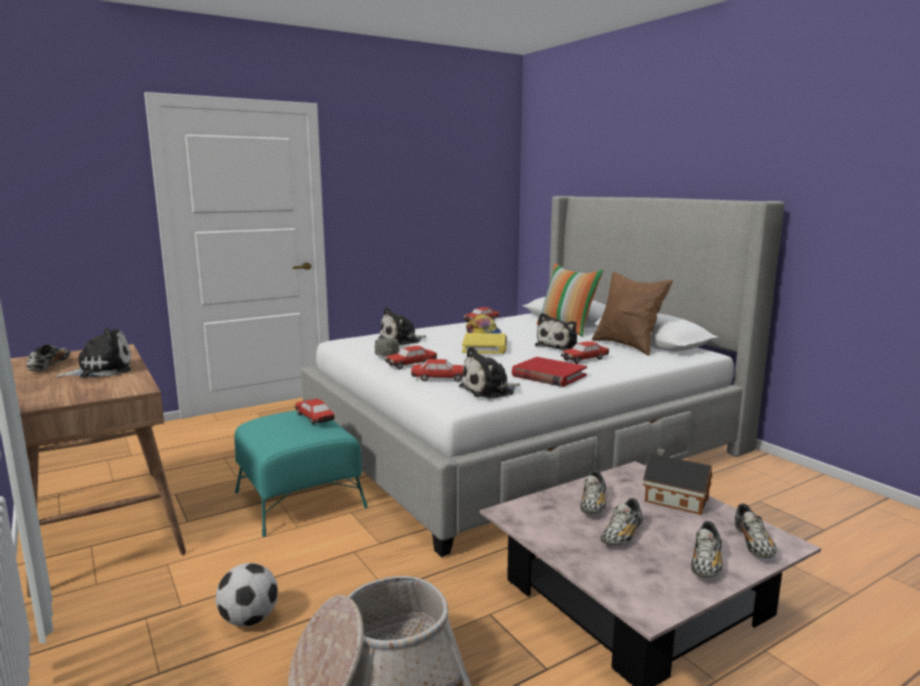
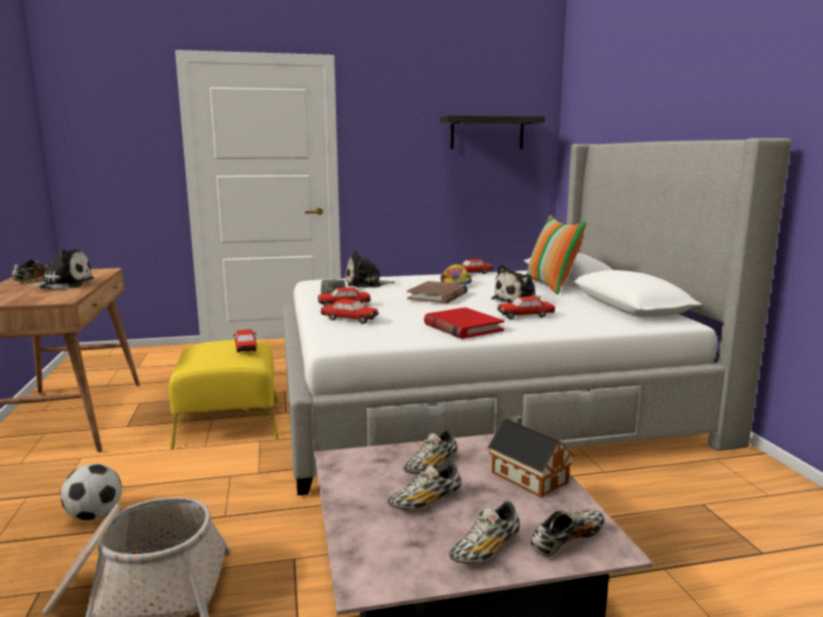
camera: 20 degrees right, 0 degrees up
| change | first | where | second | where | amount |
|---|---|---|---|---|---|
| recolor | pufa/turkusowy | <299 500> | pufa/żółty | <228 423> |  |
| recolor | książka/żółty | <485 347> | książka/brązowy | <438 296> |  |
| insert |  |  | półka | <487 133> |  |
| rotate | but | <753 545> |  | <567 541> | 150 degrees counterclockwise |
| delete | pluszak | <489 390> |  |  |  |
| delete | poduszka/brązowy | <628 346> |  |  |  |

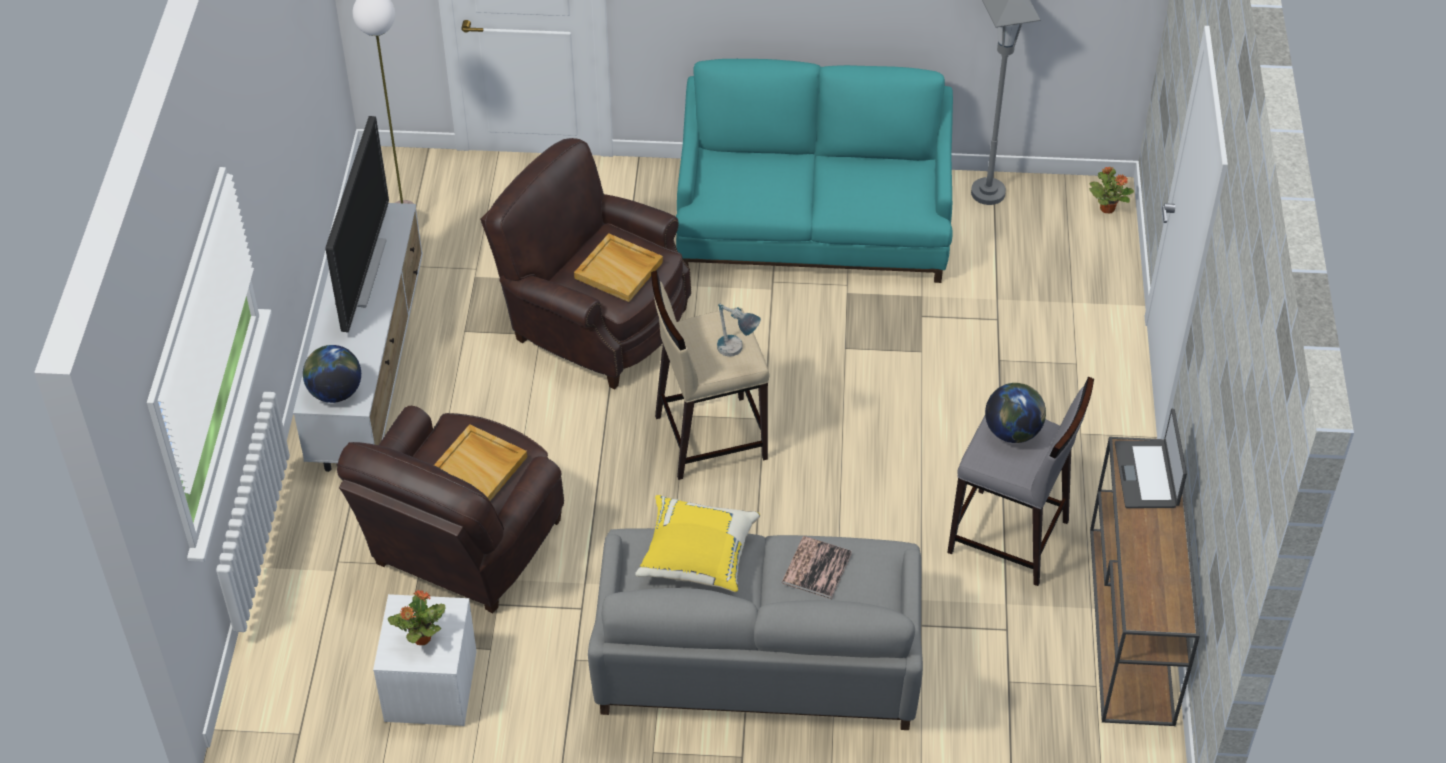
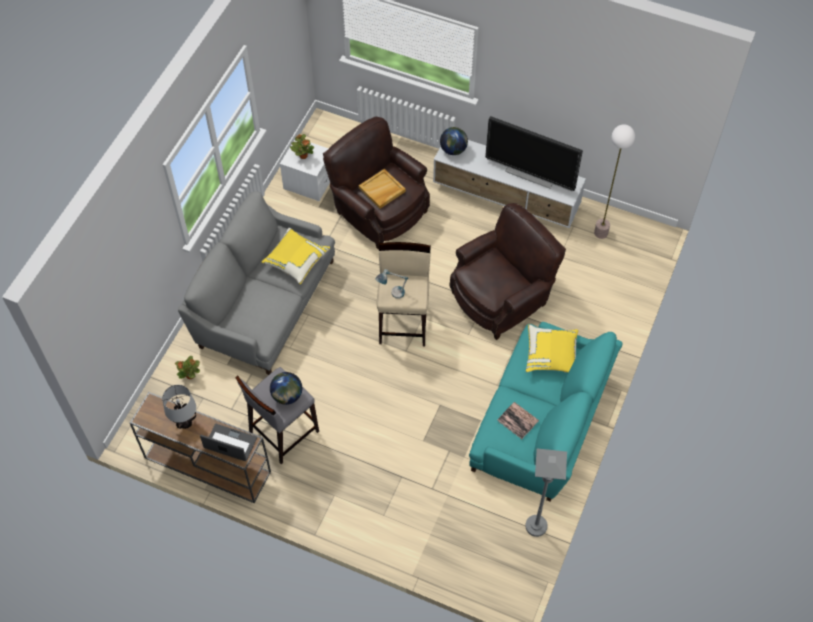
camera: 110 degrees right, 10 degrees up
| change | first | where | second | where | amount |
|---|---|---|---|---|---|
| insert |  |  | lampa stołowa | <185 423> |  |
| move | roślina doniczkowa | <1107 208> |  | <190 375> |  |
| move | książka | <816 568> |  | <518 420> |  |
| insert |  |  | poduszka/żółty | <551 355> |  |
| delete | taca/beżowy | <619 270> |  |  |  |

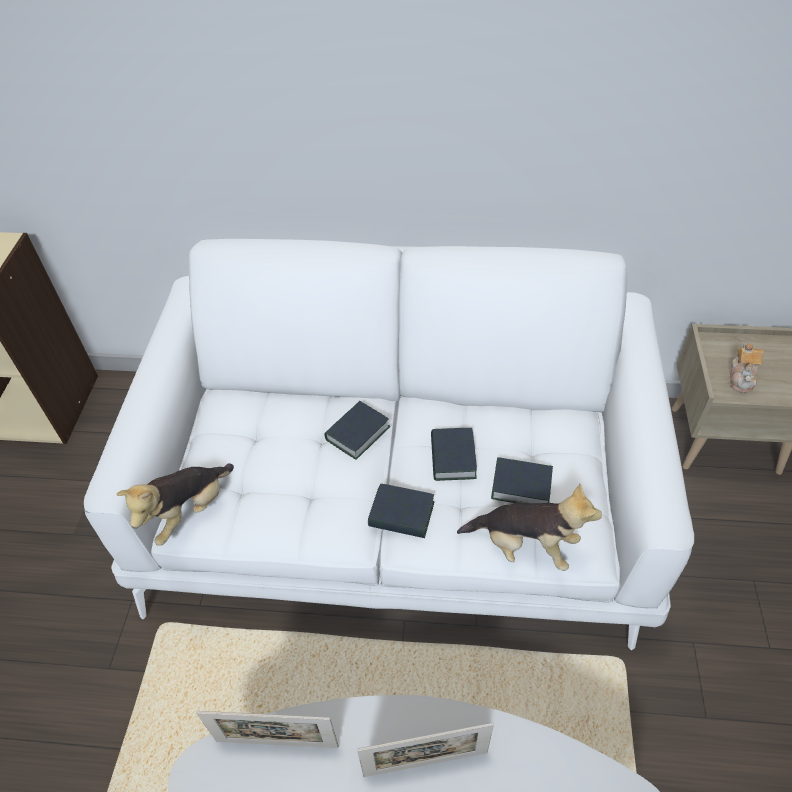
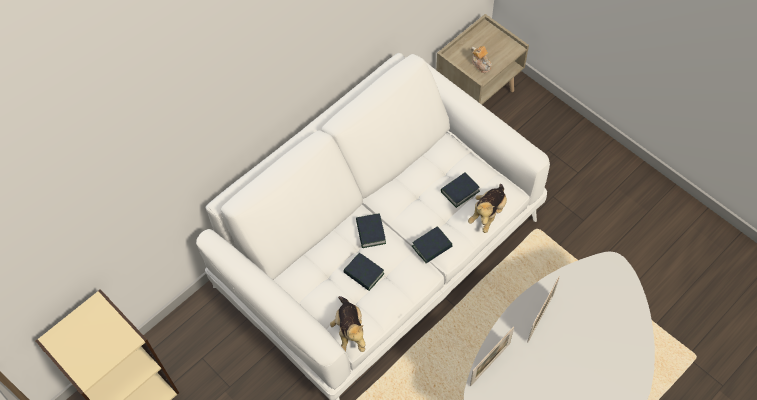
camera: 50 degrees left, 10 degrees up
| change | first | where | second | where | amount |
|---|---|---|---|---|---|
| move | książka | <452 458> |  | <364 274> |  |
| rotate | pluszak | <525 546> |  | <488 213> | 150 degrees clockwise |

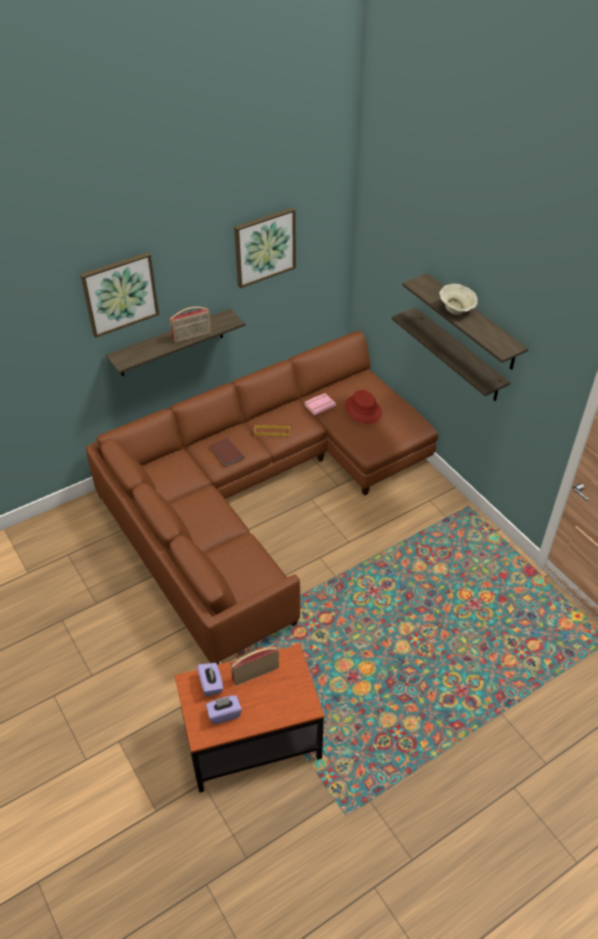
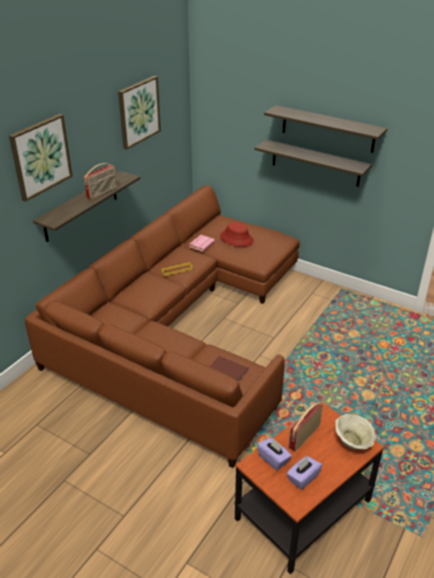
camera: 25 degrees left, 10 degrees down
| change | first | where | second | where | amount |
|---|---|---|---|---|---|
| move | książka/brązowy | <226 453> |  | <228 370> |  |
| move | miska/beżowy | <456 310> |  | <353 442> |  |

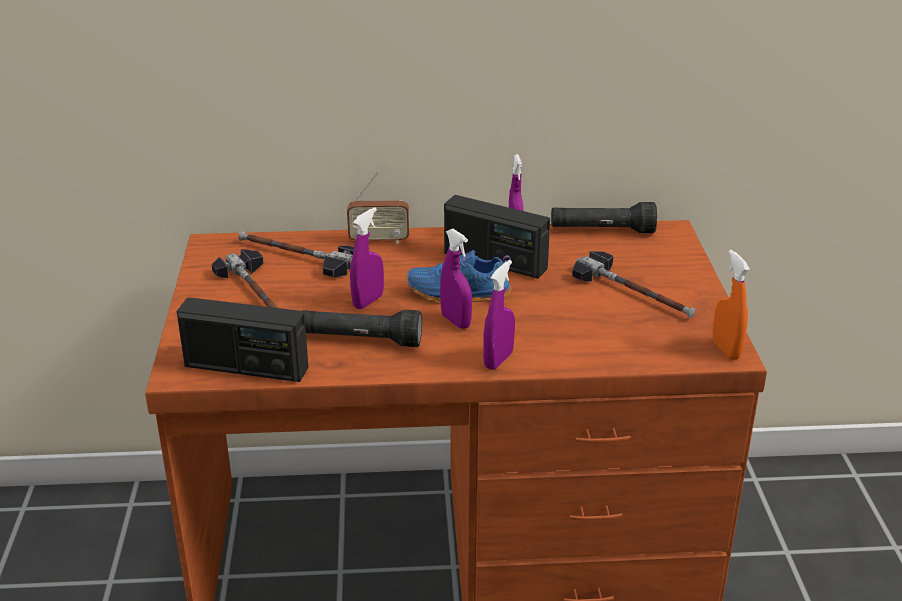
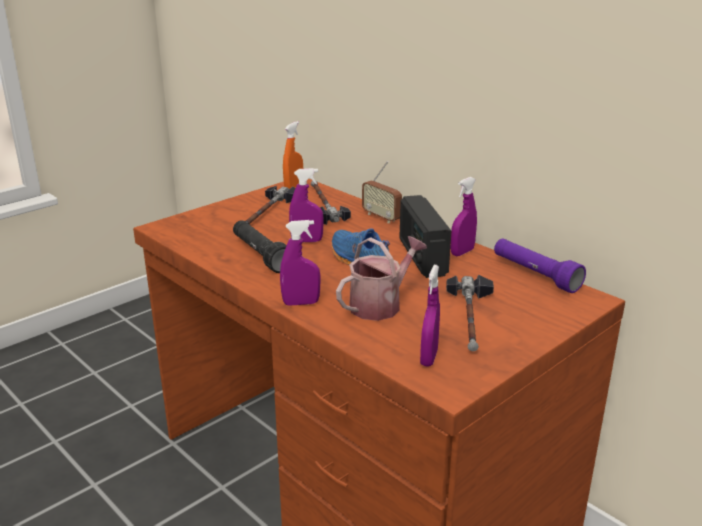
camera: 50 degrees right, 5 degrees down
| change | first | where | second | where | amount |
|---|---|---|---|---|---|
| move | spryskiwacz/pomarańczowy | <726 350> |  | <293 186> |  |
| insert |  |  | konewka | <380 304> |  |
| move | spryskiwacz/fioletowy | <456 321> |  | <429 358> |  |
| recolor | latarka/czarny | <602 231> | latarka/fioletowy | <535 275> |  |
| delete | radio | <246 367> |  |  |  |

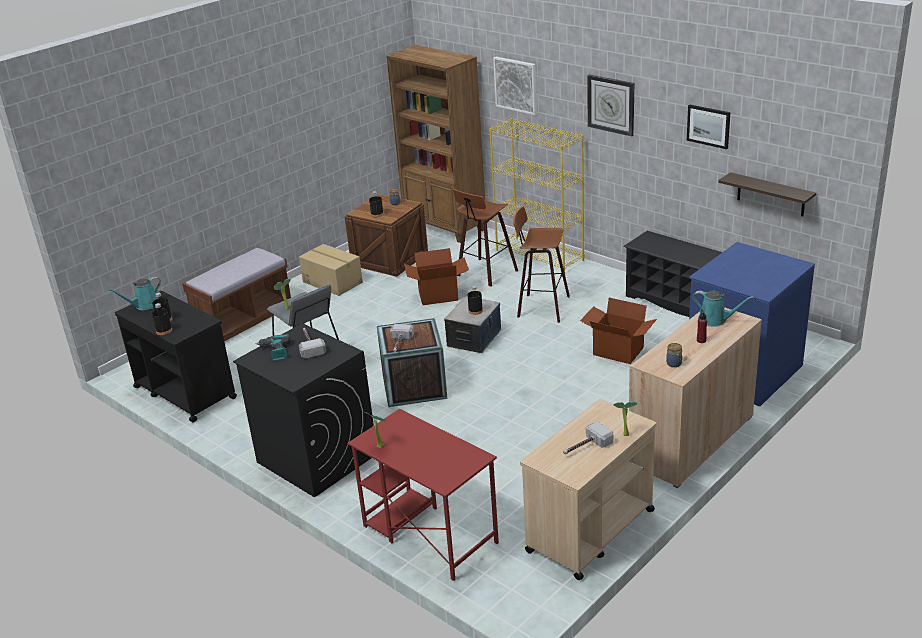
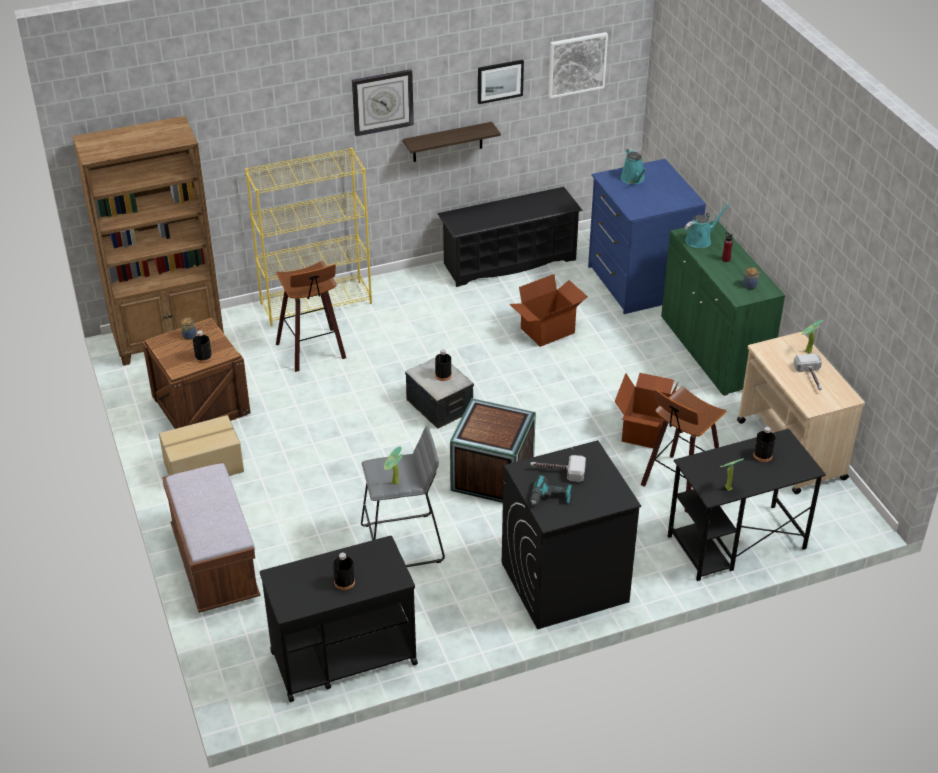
camera: 65 degrees left, 10 degrees up
| change | first | where | second | where | amount |
|---|---|---|---|---|---|
| move | półka | <771 194> |  | <447 142> |  |
| move | obraz | <516 85> |  | <577 64> |  |
| move | karton | <438 295> |  | <643 430> |  |
| move | konewka/turkusowy | <145 305> |  | <633 179> |  |
| move | stołek | <541 307> |  | <679 486> |  |
| recolor | szafka/beżowy | <691 441> | szafka/zielony | <713 350> |  |
| recolor | biurko/czerwony | <429 534> | biurko/czarny | <735 543> |  |
| move | butelka/czarny | <164 331> |  | <762 455> |  |
| delete | młotek | <399 344> |  |  |  |

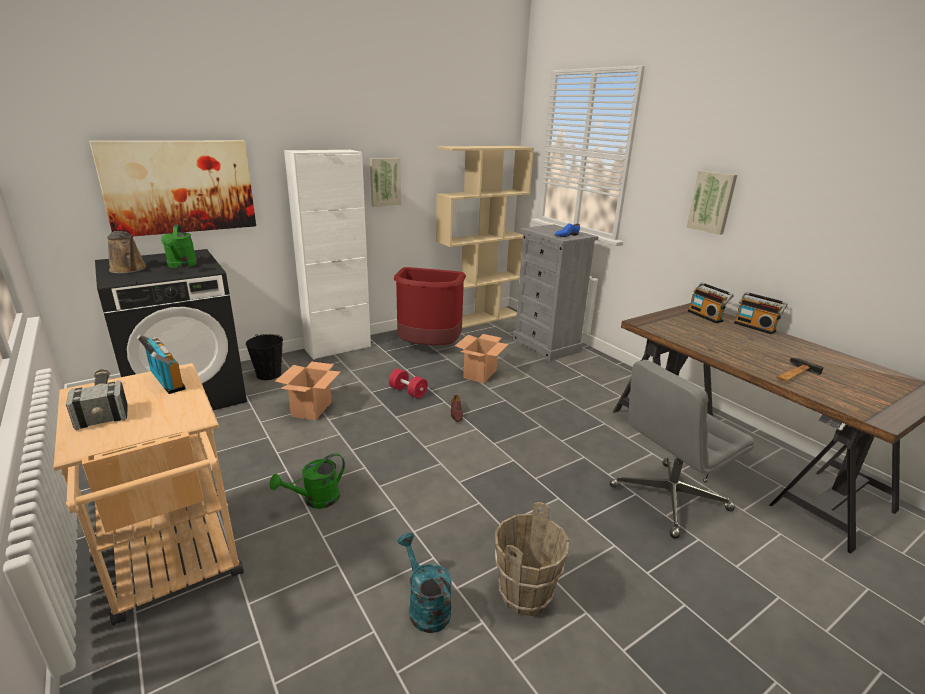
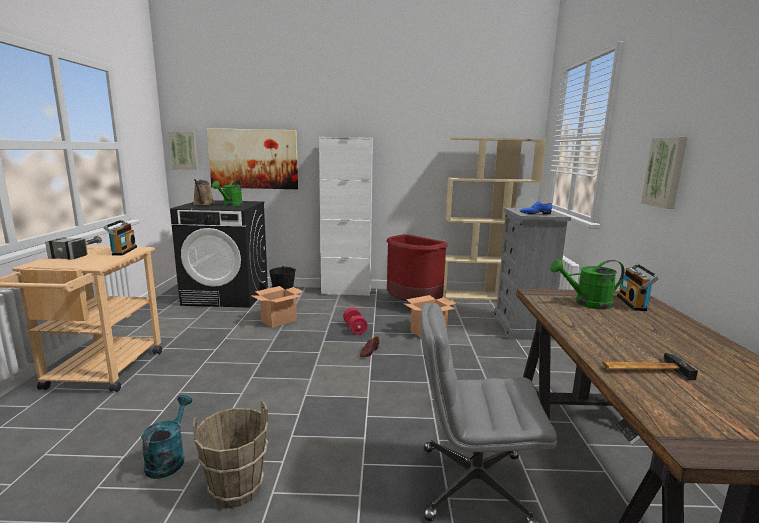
camera: 35 degrees right, 10 degrees down
| change | first | where | second | where | amount |
|---|---|---|---|---|---|
| move | obraz | <384 182> |  | <184 150> |  |
| move | konewka/zielony | <315 500> |  | <587 303> |  |
| delete | radio | <755 327> |  |  |  |

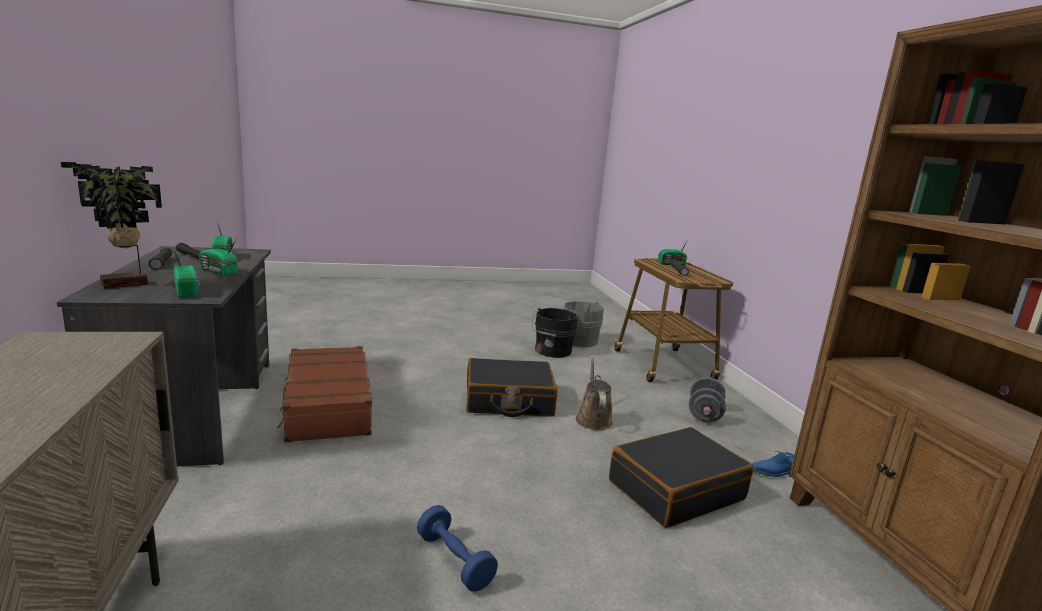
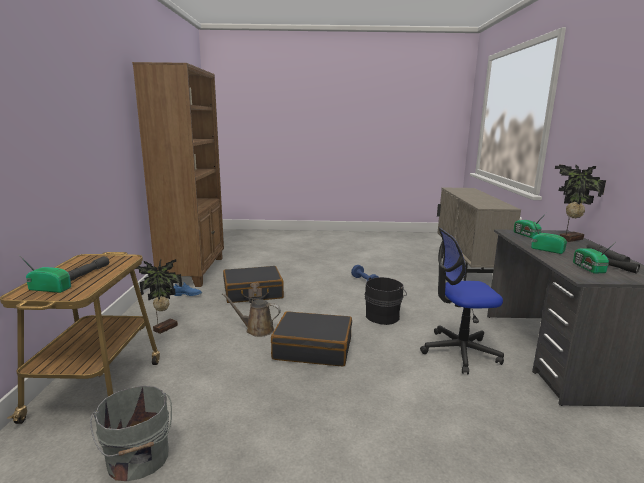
camera: 165 degrees left, 0 degrees up
| change | first | where | second | where | amount |
|---|---|---|---|---|---|
| replace | hantel/szary | <704 414> | roślina doniczkowa | <164 328> |  |
| rotate | konewka/brązowy | <593 419> |  | <257 329> | 90 degrees clockwise |
| move | wiadro/czarny | <552 351> |  | <383 316> |  |
| replace | walizka/brązowy | <327 406> | krzesło biurowe | <459 351> |  |

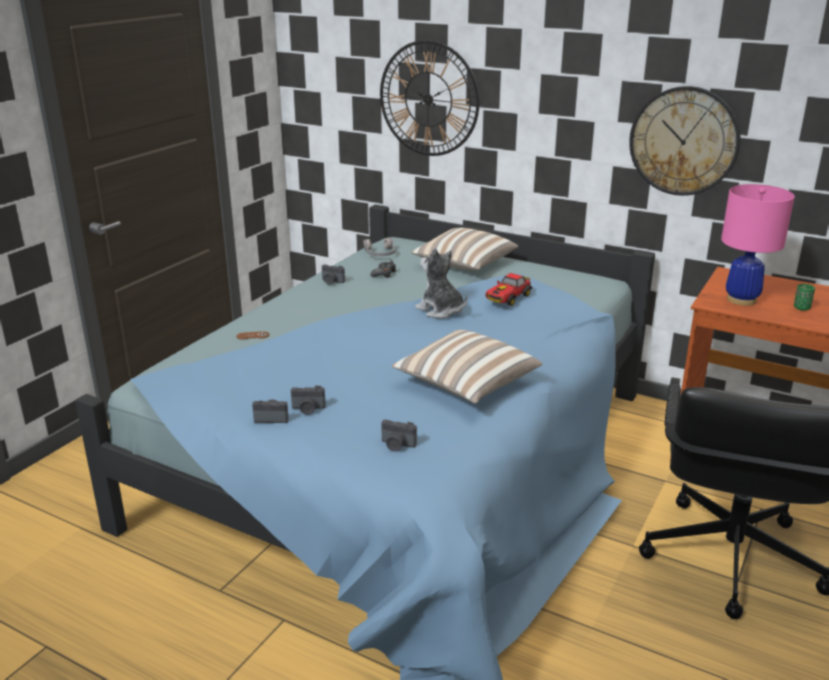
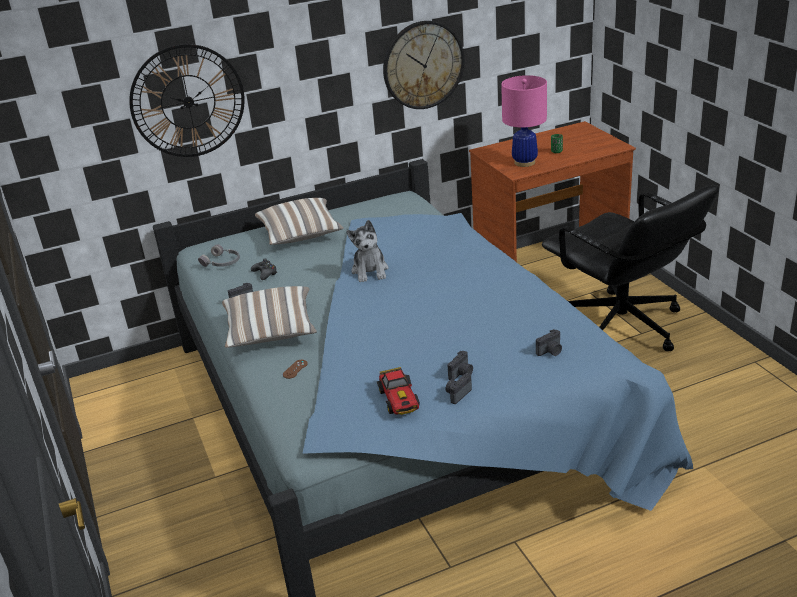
camera: 50 degrees left, 5 degrees up
| change | first | where | second | where | amount |
|---|---|---|---|---|---|
| move | poduszka | <466 385> |  | <271 332> |  |
| rotate | pluszak | <441 310> |  | <370 271> | 90 degrees counterclockwise |
| move | samochodzik | <507 298> |  | <399 401> |  |

